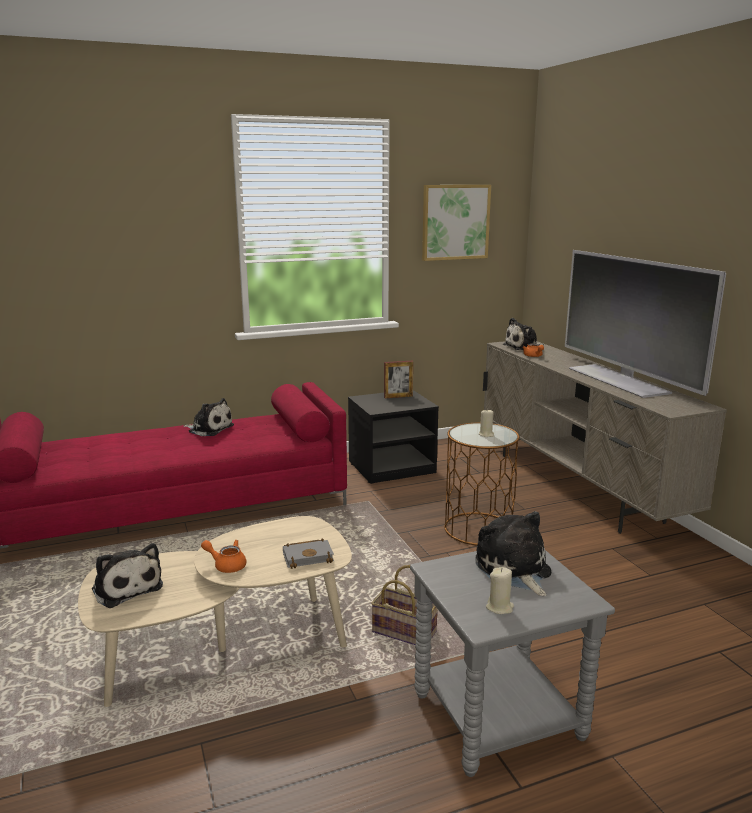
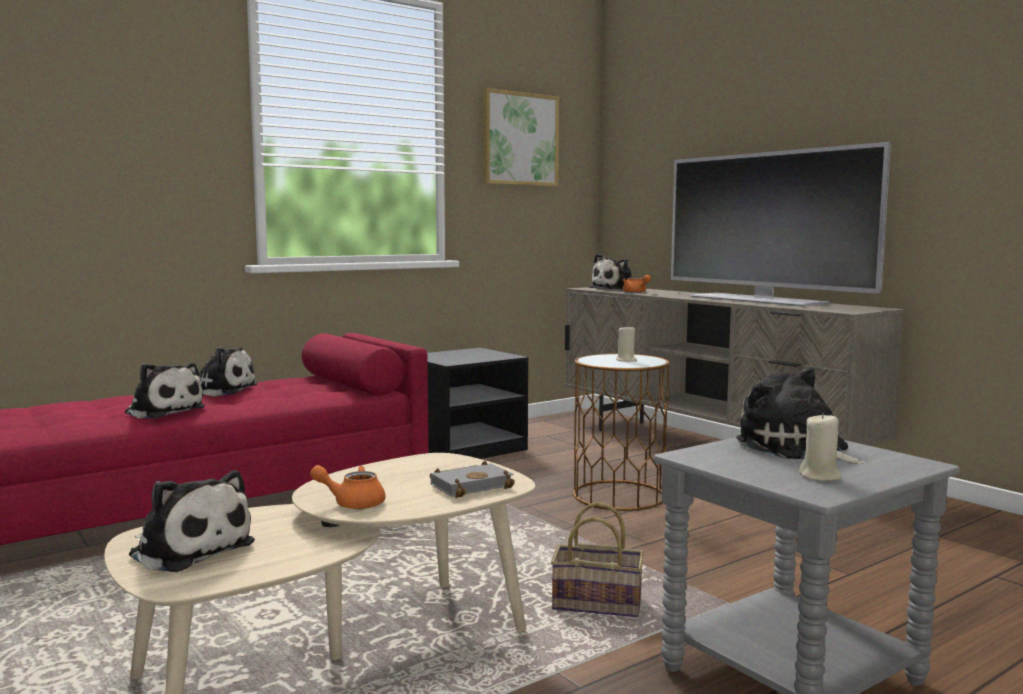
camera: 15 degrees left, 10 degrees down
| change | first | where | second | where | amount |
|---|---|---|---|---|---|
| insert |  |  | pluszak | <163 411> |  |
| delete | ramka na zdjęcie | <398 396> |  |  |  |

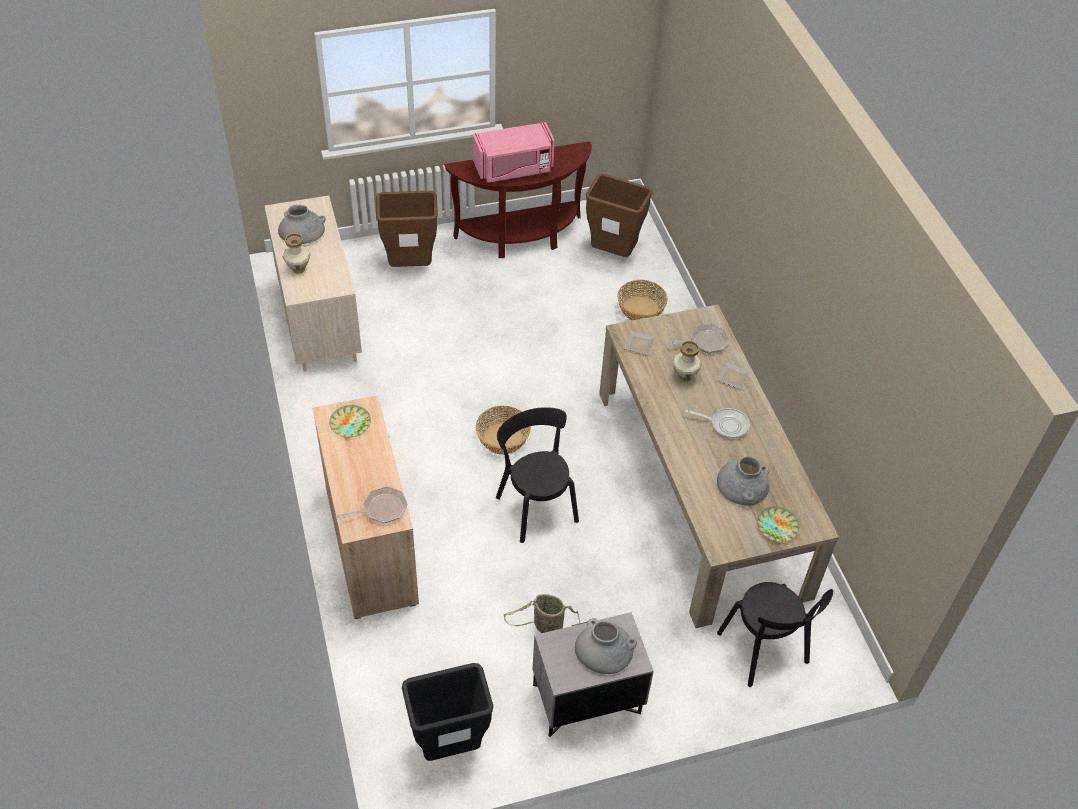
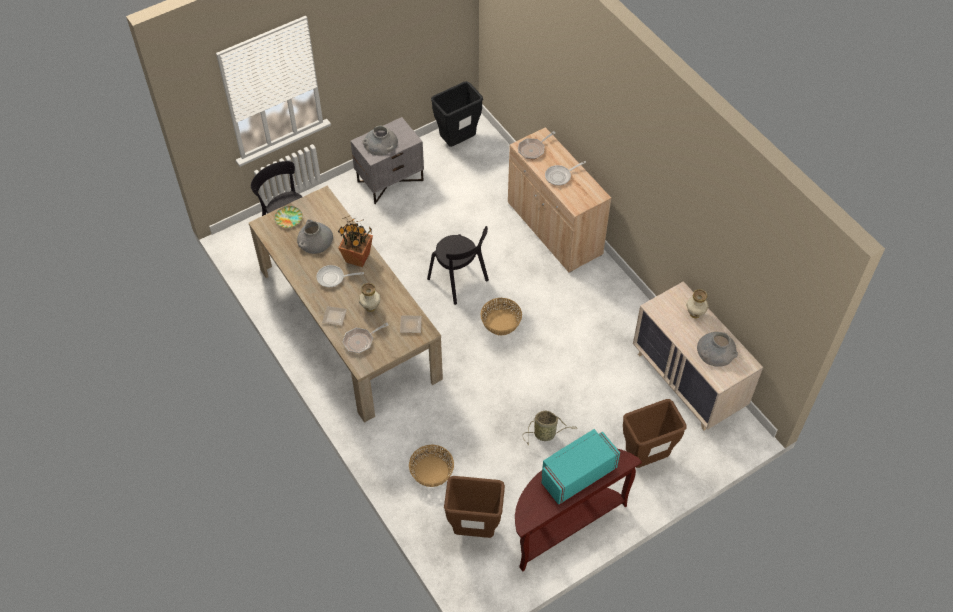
camera: 165 degrees right, 5 degrees up
| change | first | where | second | where | amount |
|---|---|---|---|---|---|
| insert |  |  | roślina doniczkowa | <358 258> |  |
| move | koszyk | <546 626> |  | <546 434> |  |
| recolor | mikrofalówka/różowy | <513 169> | mikrofalówka/turkusowy | <577 475> |  |
| insert |  |  | patelnia | <560 176> |  |
| delete | talerz | <350 423> |  |  |  |

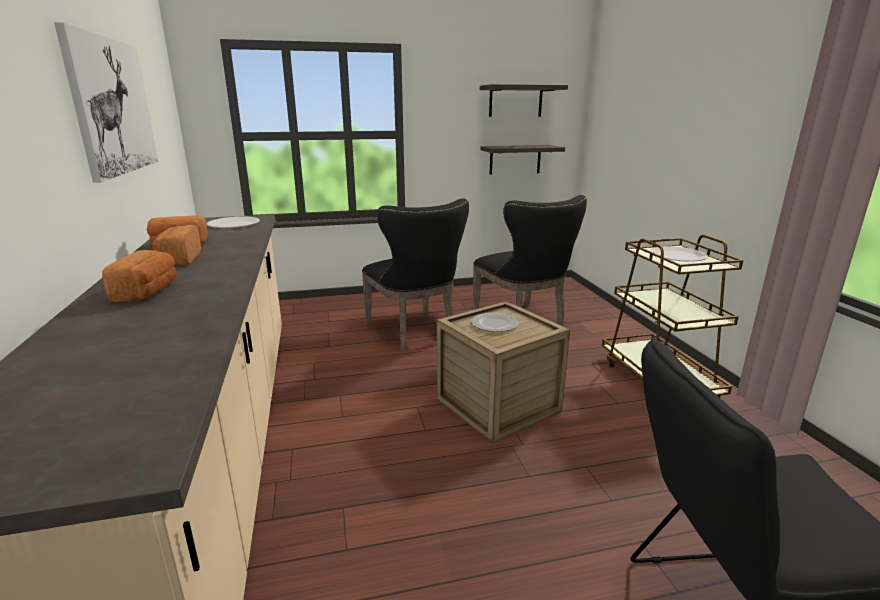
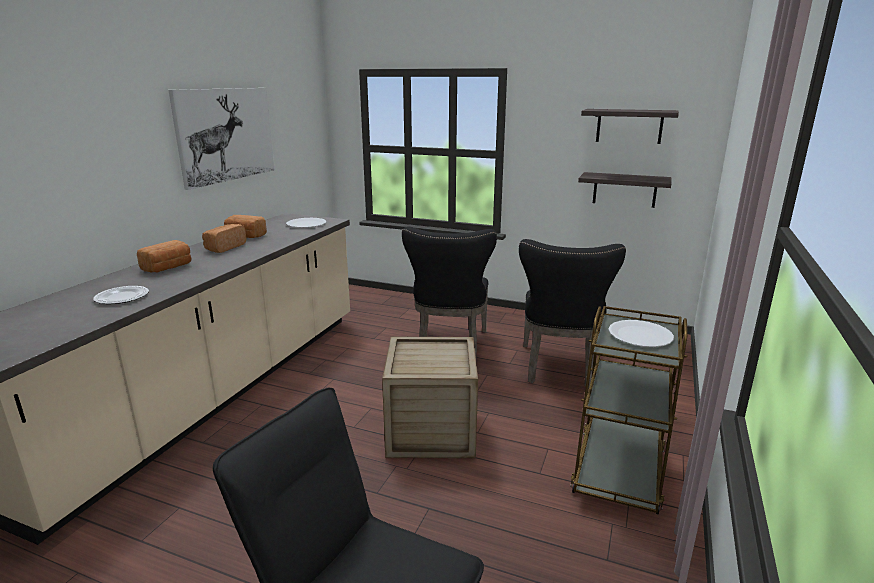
camera: 35 degrees right, 0 degrees up
| change | first | where | second | where | amount |
|---|---|---|---|---|---|
| move | talerz | <494 324> |  | <122 297> |  |

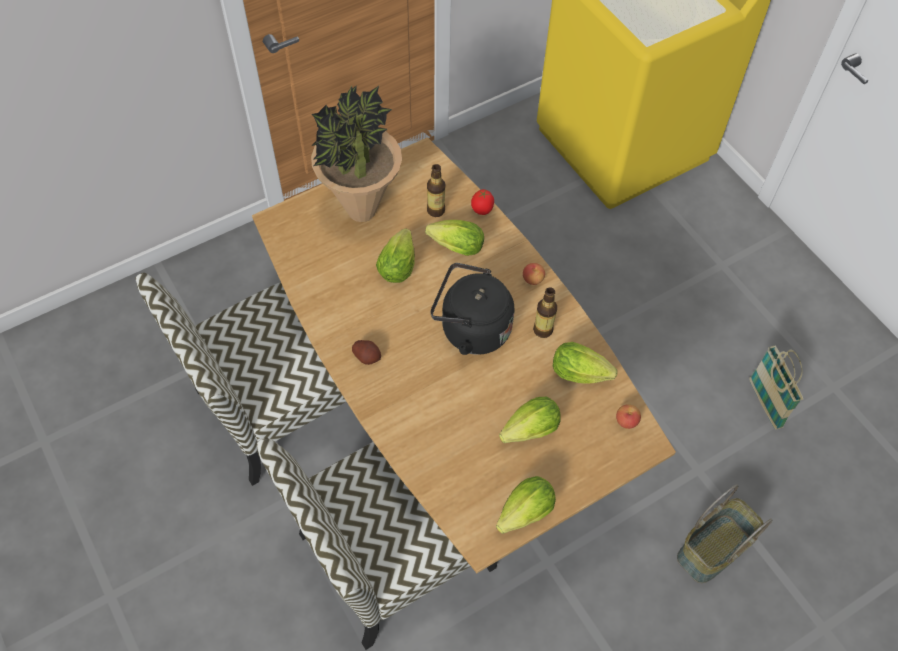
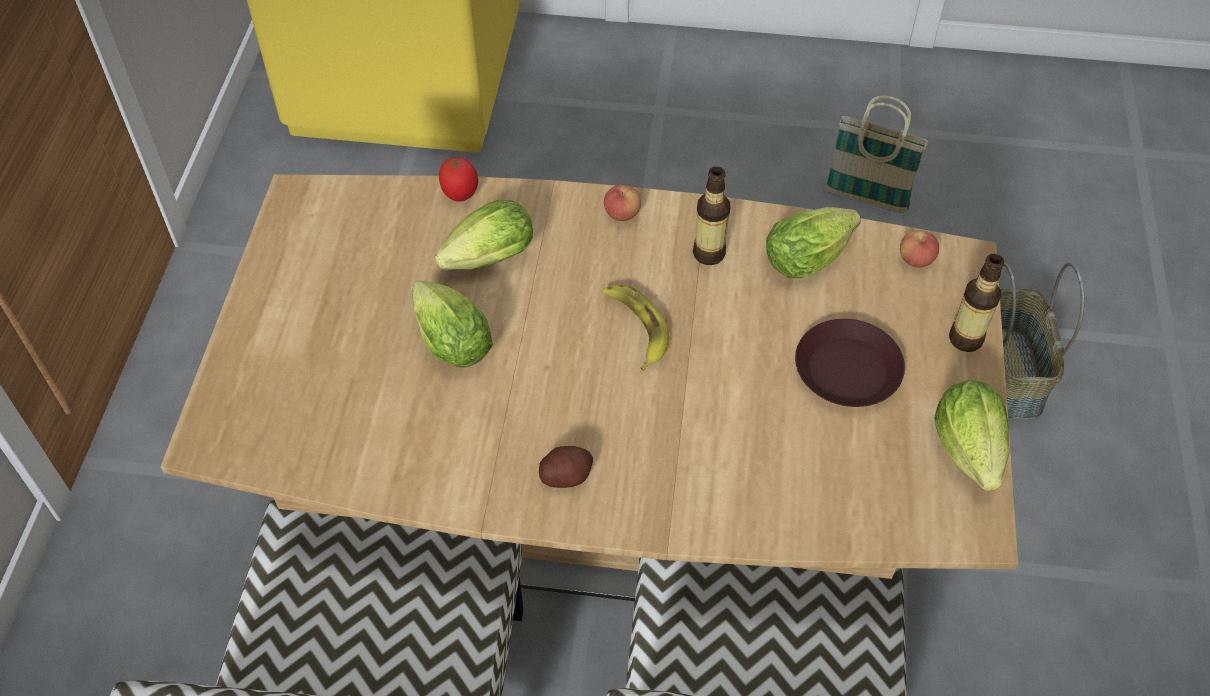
camera: 50 degrees left, 5 degrees down
| change | first | where | second | where | amount |
|---|---|---|---|---|---|
| replace | czajnik/czarny | <471 329> | banan | <635 327> |  |
| replace | sałata | <527 432> | talerz/brązowy | <848 369> |  |
| move | butelka | <436 210> |  | <965 339> |  |
| delete | roślina doniczkowa | <361 212> |  |  |  |

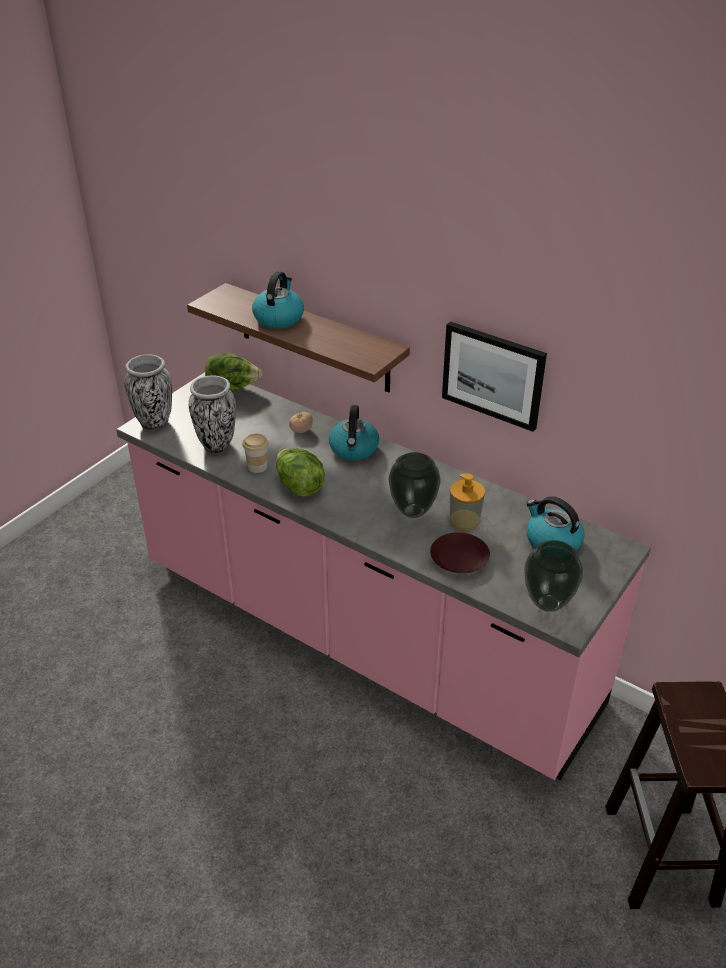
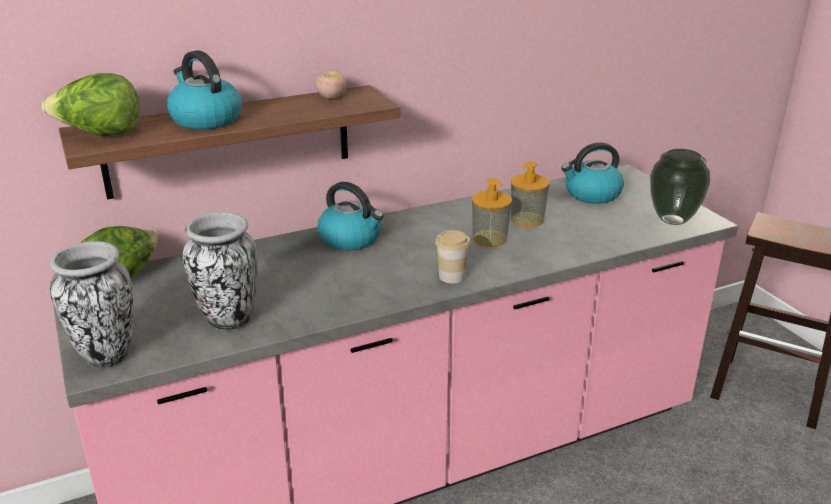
camera: 60 degrees left, 10 degrees down
| change | first | where | second | where | amount |
|---|---|---|---|---|---|
| move | sałata | <299 486> |  | <100 135> |  |
| move | pomidor | <301 430> |  | <331 97> |  |
| move | filiżanka | <257 467> |  | <451 276> |  |
| replace | wazon | <413 511> | dozownik mydła | <489 238> |  |
| delete | talerz/brązowy | <460 558> |  |  |  |
| delete | obraz | <493 375> |  |  |  |

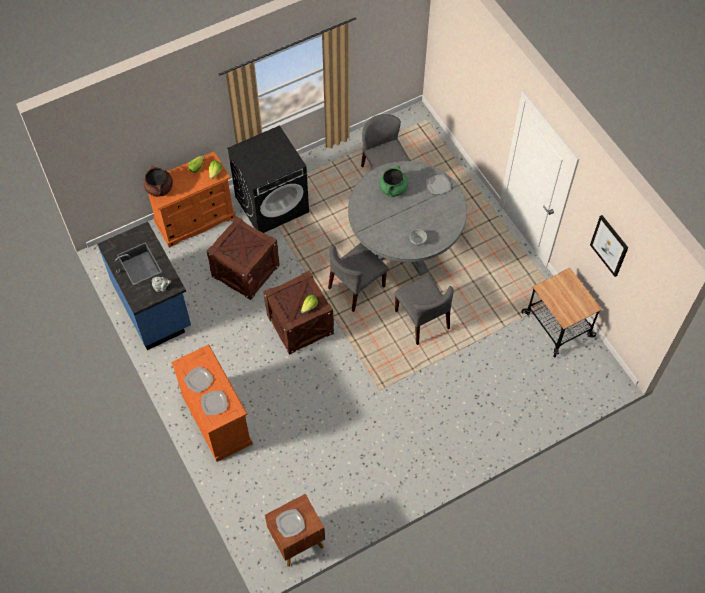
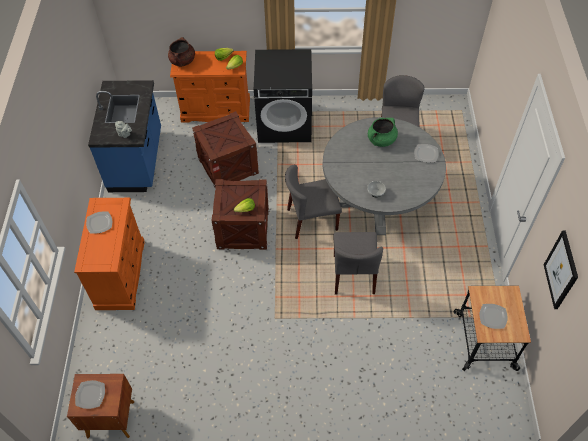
camera: 30 degrees right, 5 degrees down
| change | first | where | second | where | amount |
|---|---|---|---|---|---|
| move | talerz | <214 403> |  | <493 316> |  |

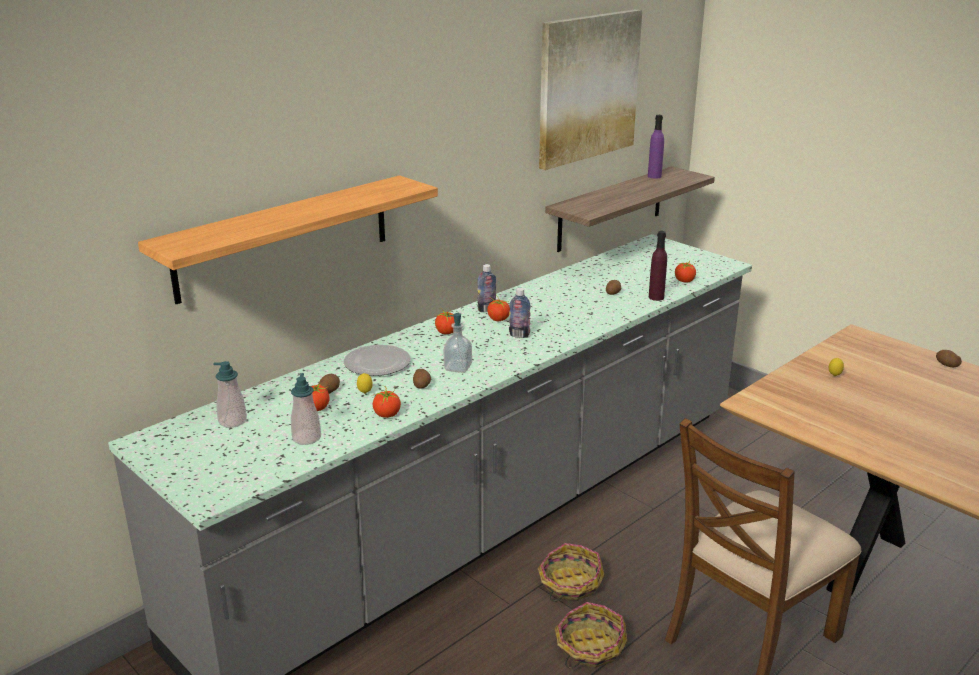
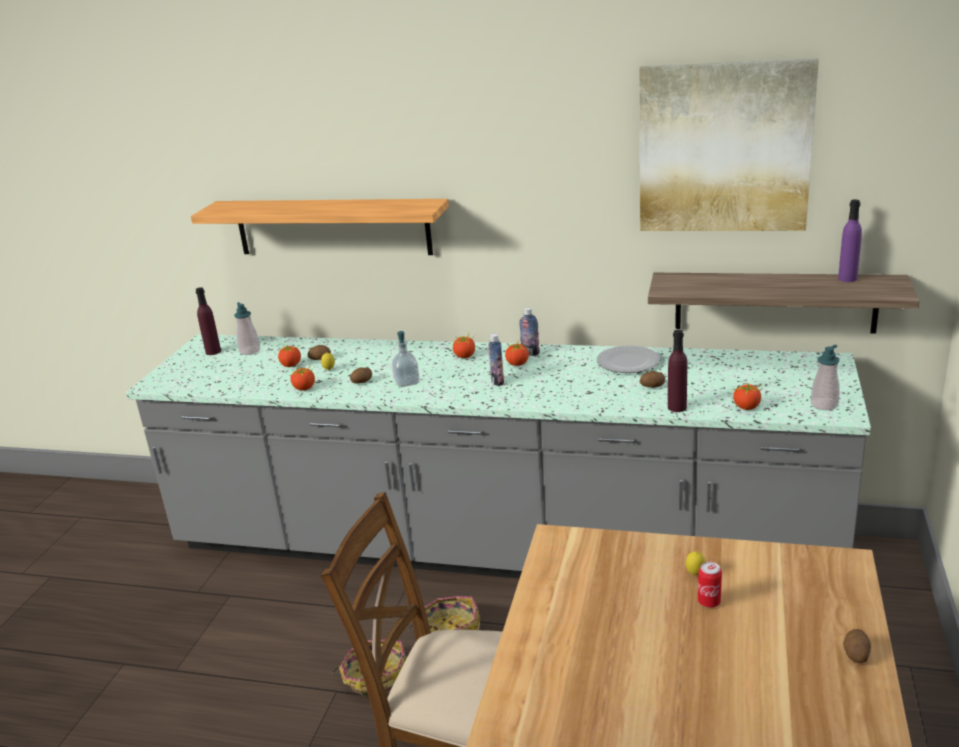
camera: 60 degrees right, 0 degrees up
| change | first | where | second | where | amount |
|---|---|---|---|---|---|
| insert |  |  | butelka/fioletowy | <213 351> |  |
| move | talerz | <378 363> |  | <629 362> |  |
| insert |  |  | puszka | <709 602> |  |
| move | dozownik mydła | <306 438> |  | <824 405> |  |

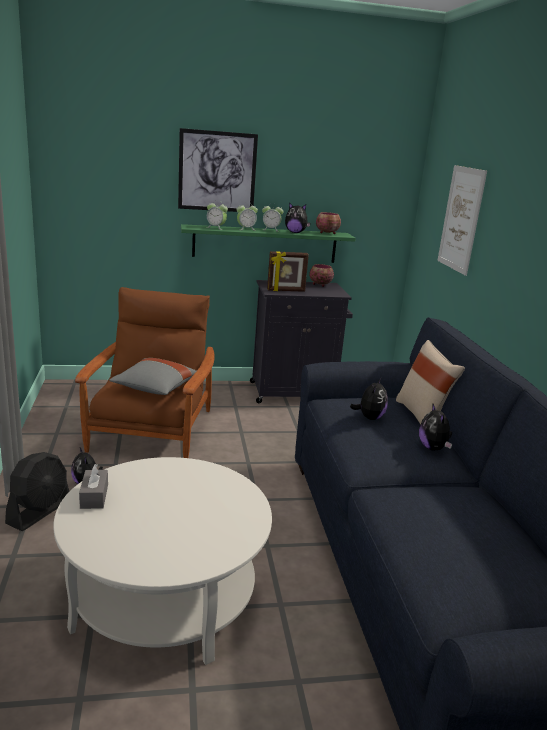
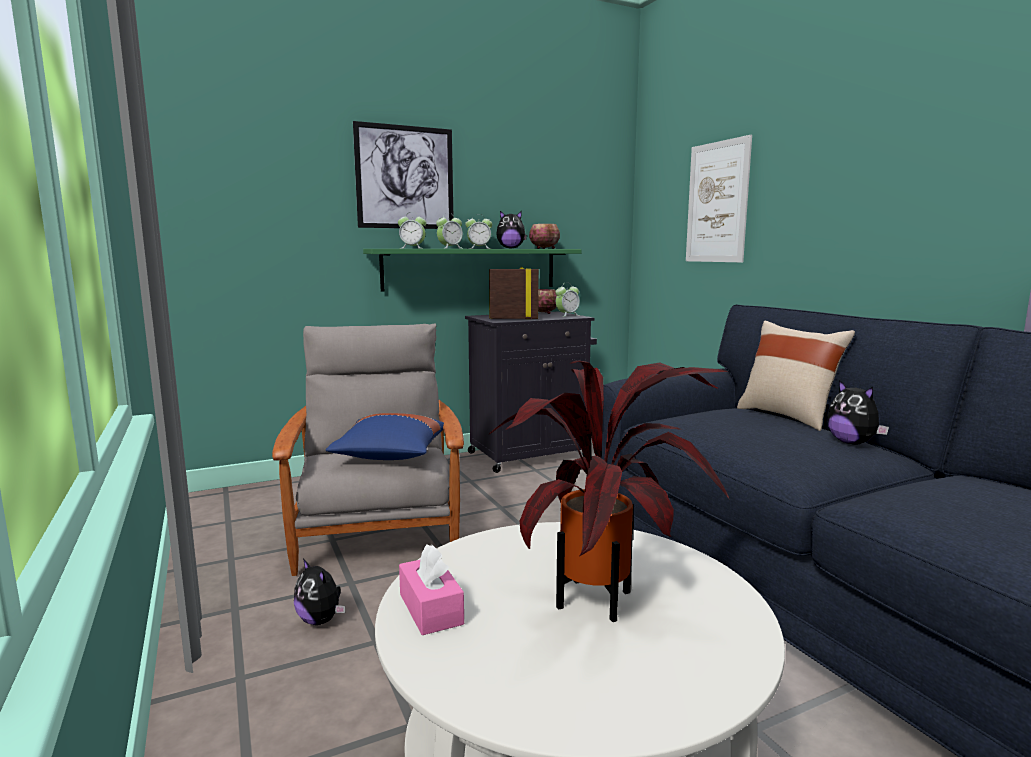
camera: 15 degrees left, 10 degrees down
| change | first | where | second | where | amount |
|---|---|---|---|---|---|
| recolor | fotel/brązowy | <151 431> | fotel/szary | <377 529> |  |
| recolor | poduszka/szary | <154 388> | poduszka/niebieski | <390 456> |  |
| recolor | pudełko chusteczek/szary | <94 496> | pudełko chusteczek/różowy | <430 609> |  |
| insert |  |  | roślina doniczkowa | <600 604> |  |
| rotate | ramka na zdjęcie | <286 291> |  | <514 319> | 150 degrees counterclockwise |
| insert |  |  | budzik | <567 315> |  |
| delete | wentylator/czarny | <39 511> |  |  |  |
| delete | pluszak | <369 417> |  |  |  |

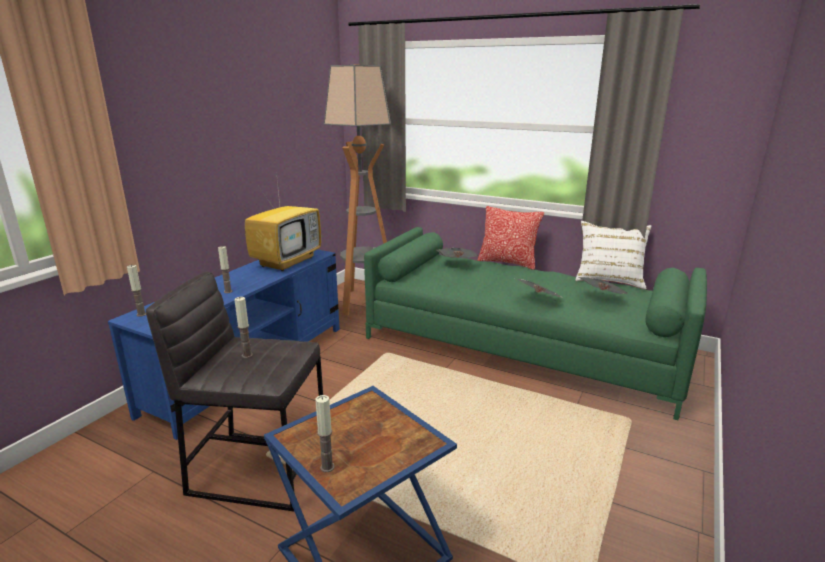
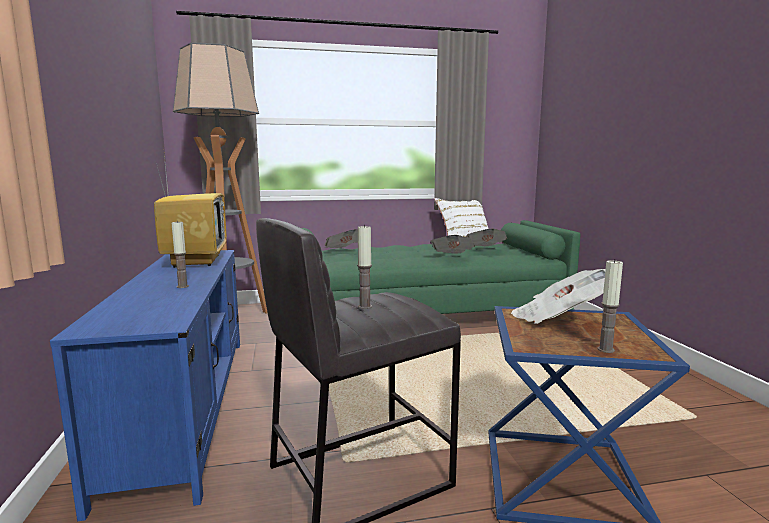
camera: 40 degrees left, 10 degrees down
| change | first | where | second | where | amount |
|---|---|---|---|---|---|
| insert |  |  | gazeta | <557 319> |  |
| delete | świeca | <141 314> |  |  |  |
| delete | poduszka | <508 262> |  |  |  |

